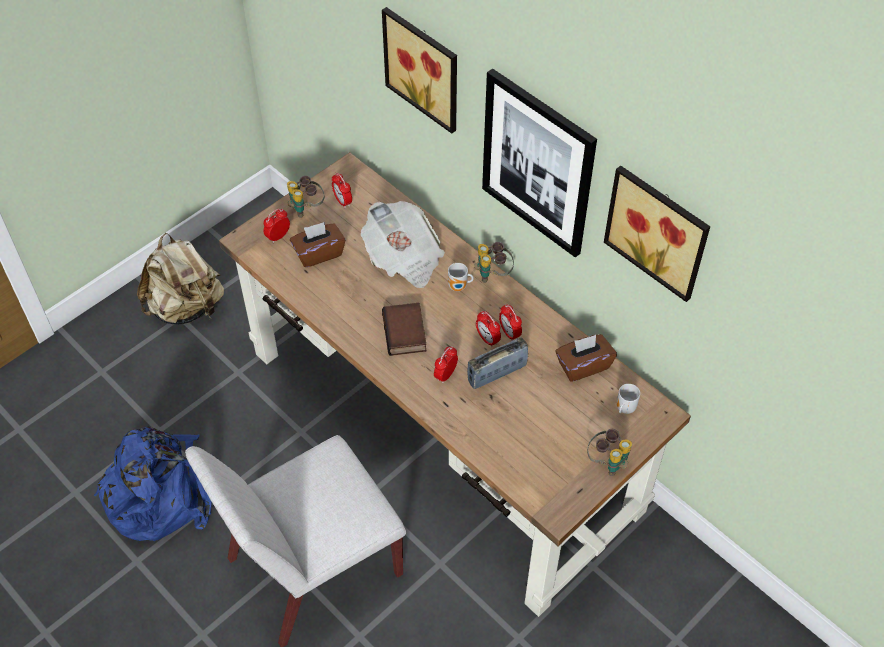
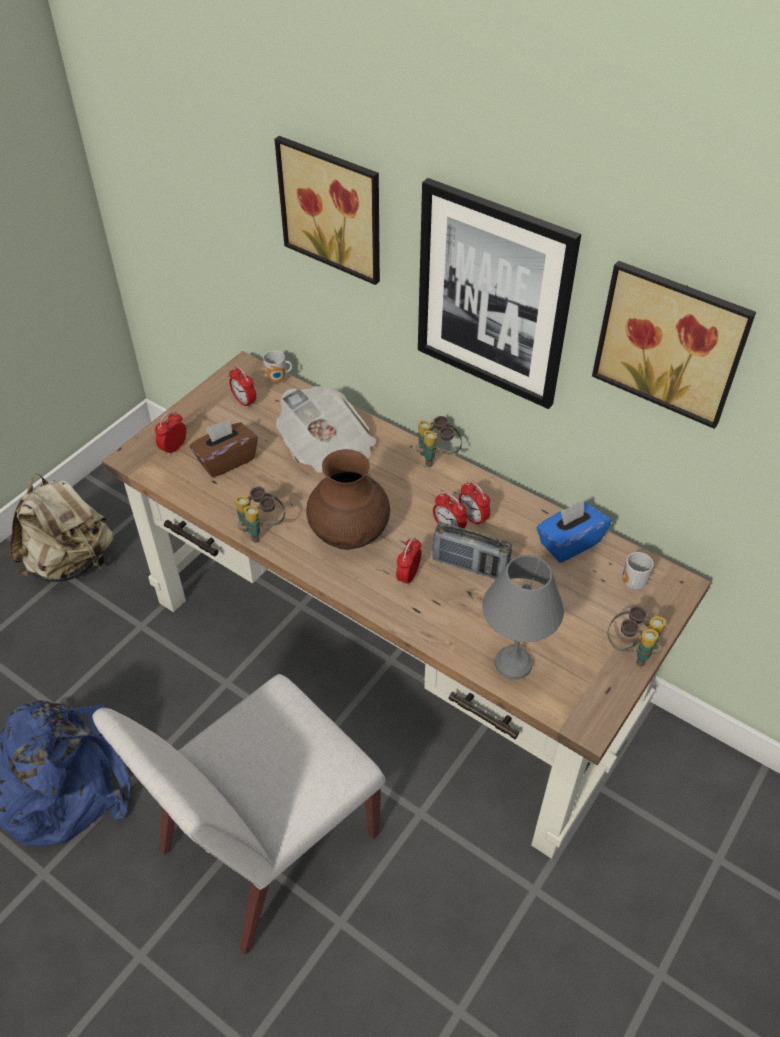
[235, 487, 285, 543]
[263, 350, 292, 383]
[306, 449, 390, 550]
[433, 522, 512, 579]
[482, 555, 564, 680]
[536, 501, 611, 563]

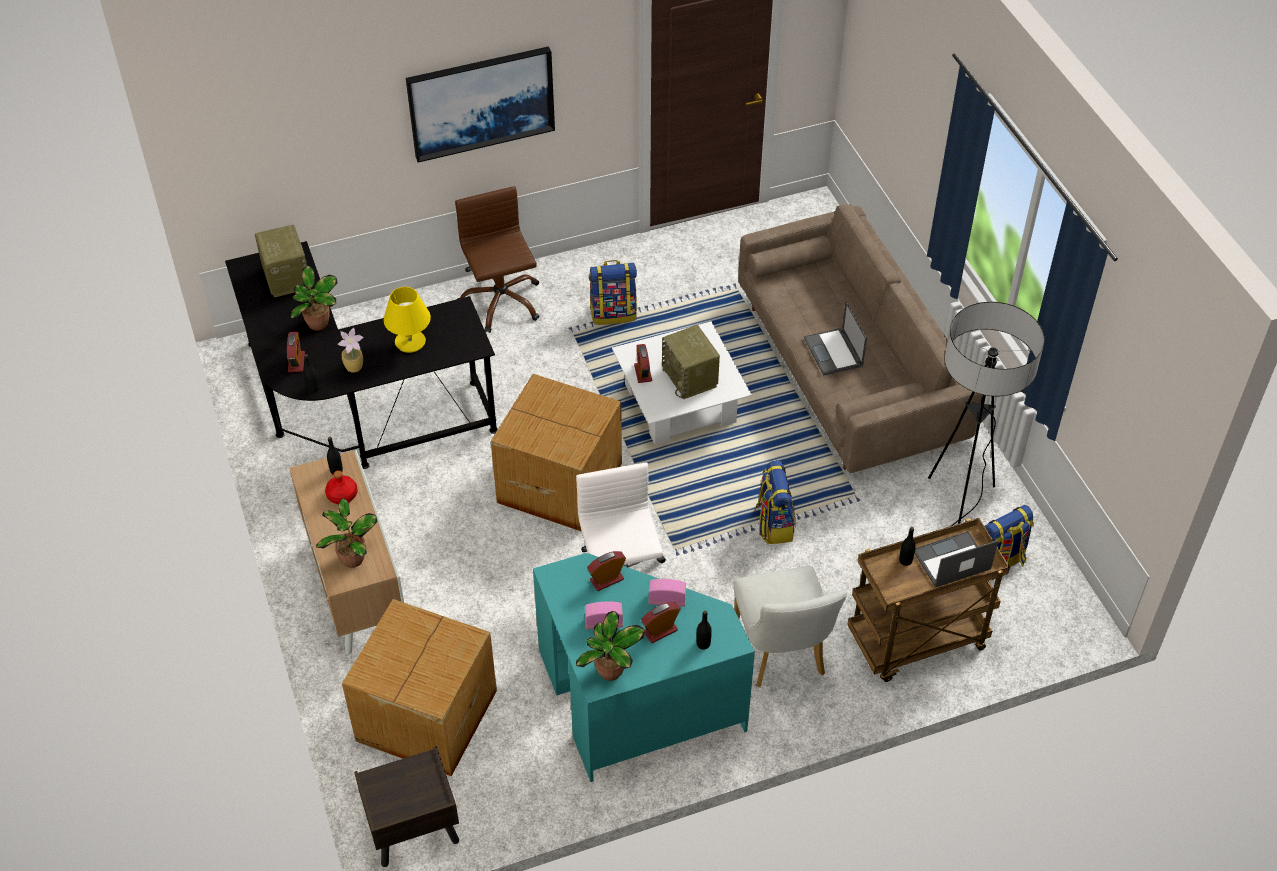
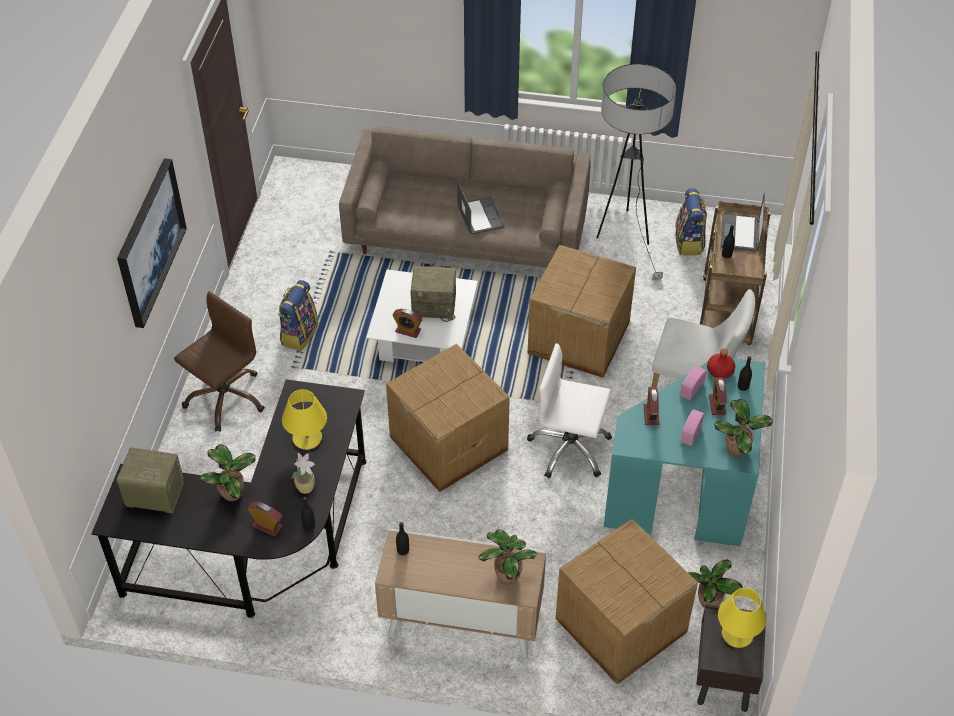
[174, 291, 265, 432]
[457, 180, 505, 235]
[528, 245, 636, 378]
[689, 559, 743, 608]
[707, 349, 735, 379]
[718, 588, 766, 648]

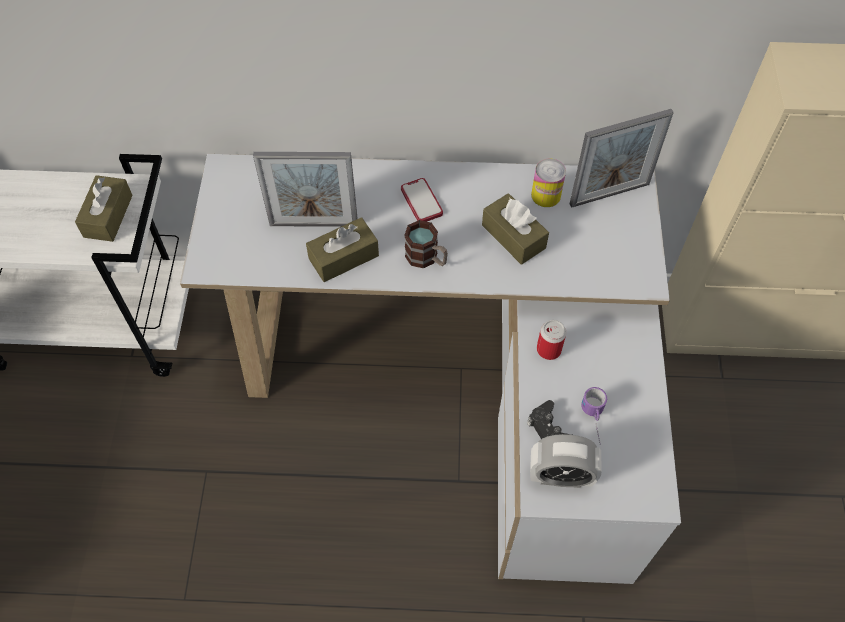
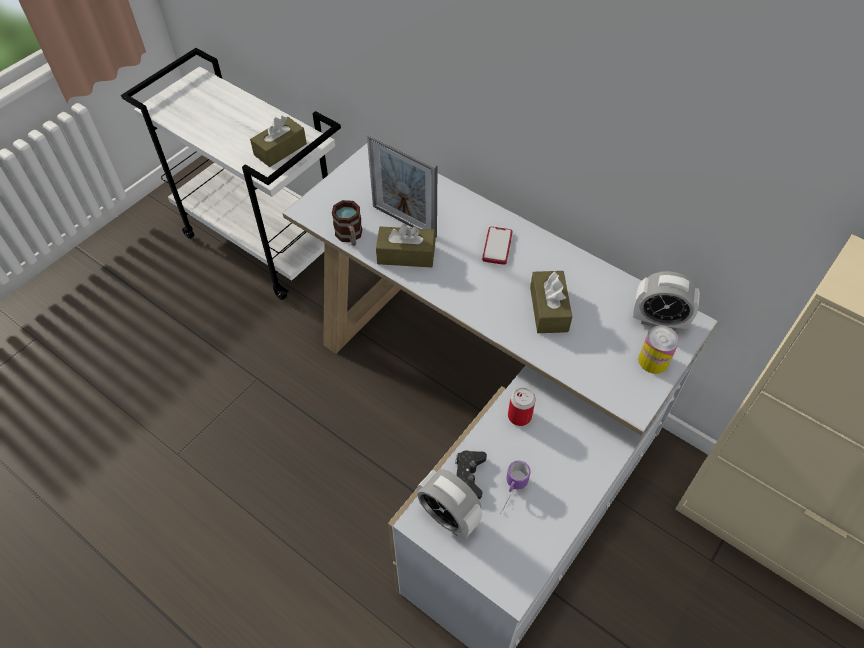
[332, 200, 362, 246]
[633, 271, 700, 331]
[638, 326, 679, 374]

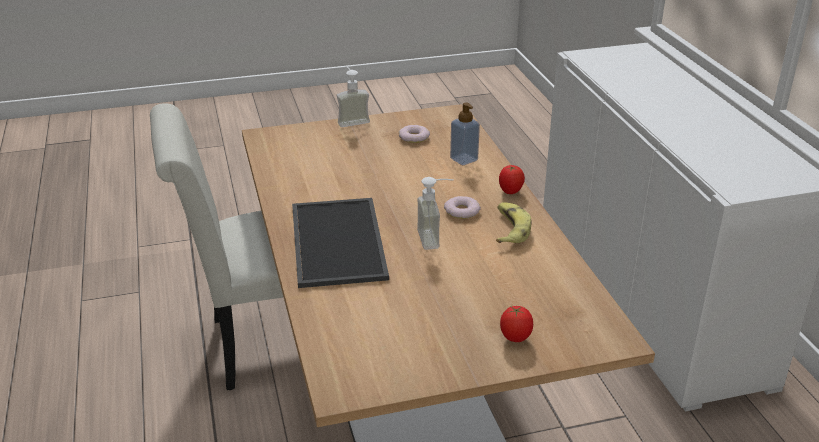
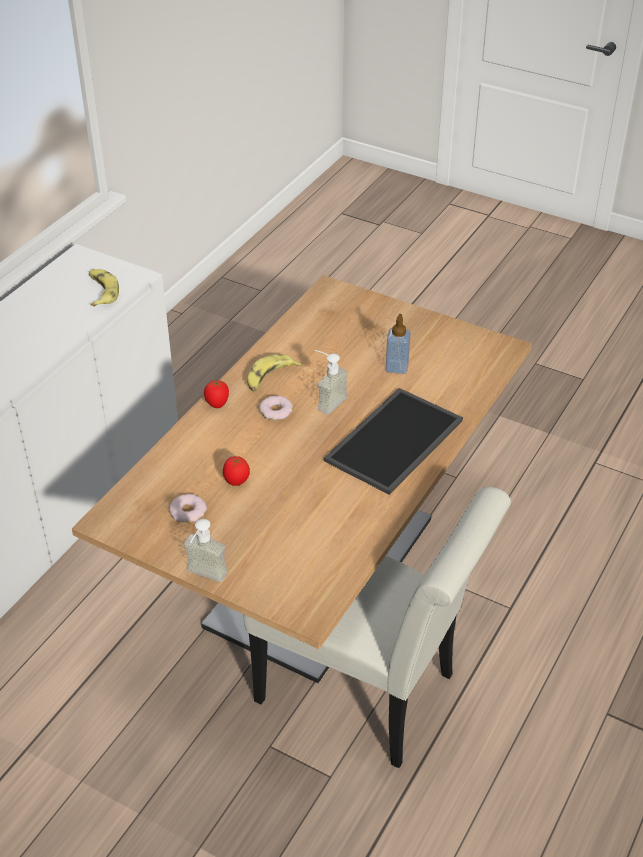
[89, 269, 119, 307]
[223, 456, 250, 486]
[386, 314, 410, 374]

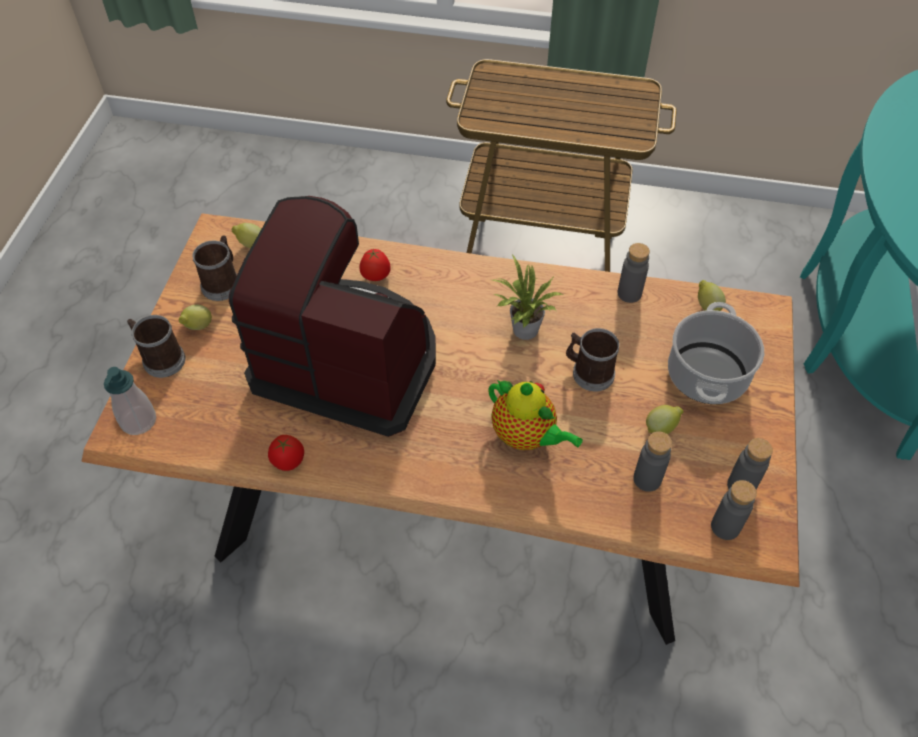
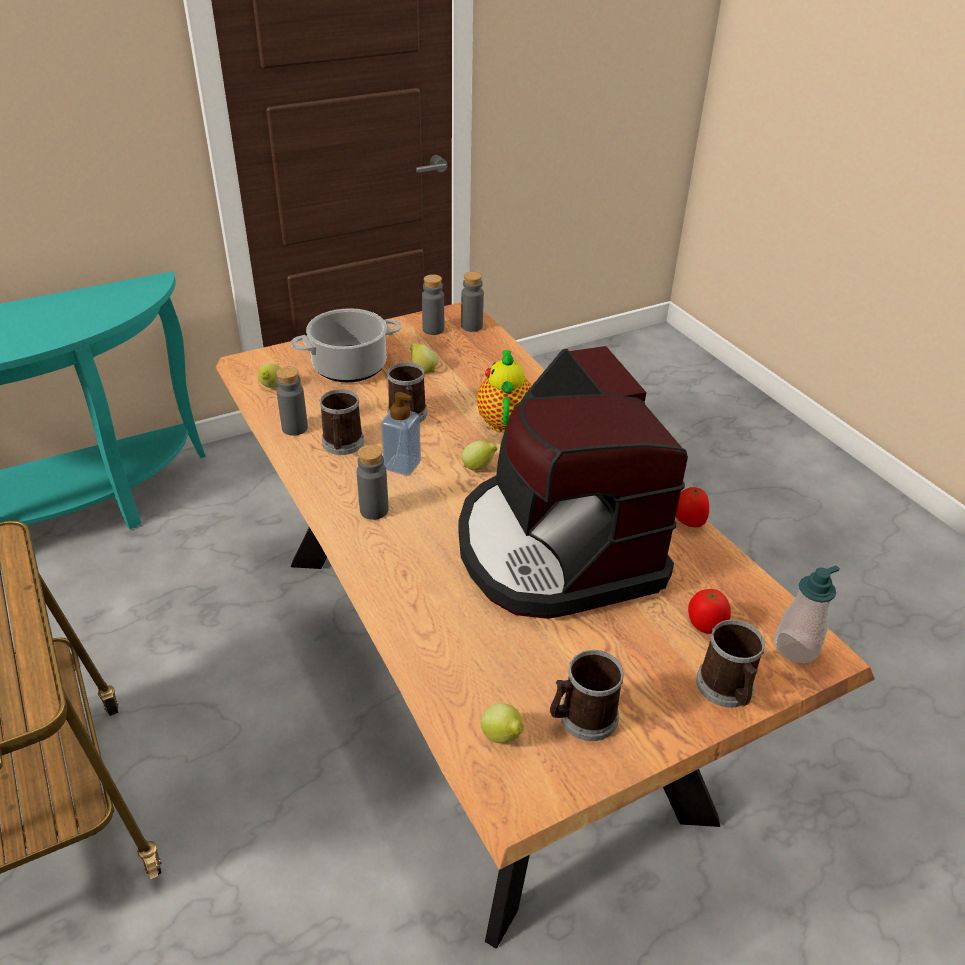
[319, 389, 364, 455]
[357, 445, 388, 520]
[381, 392, 421, 476]
[462, 440, 498, 471]
[688, 589, 731, 634]

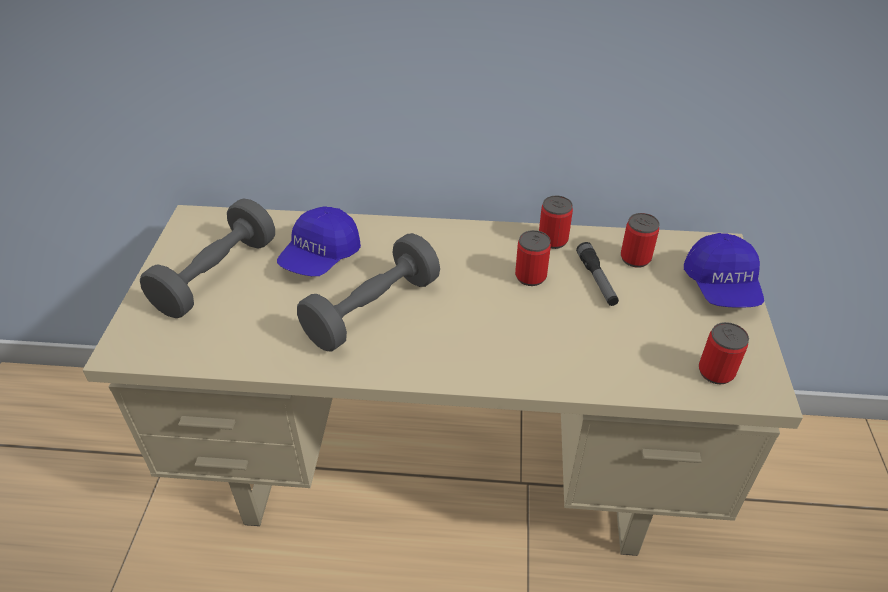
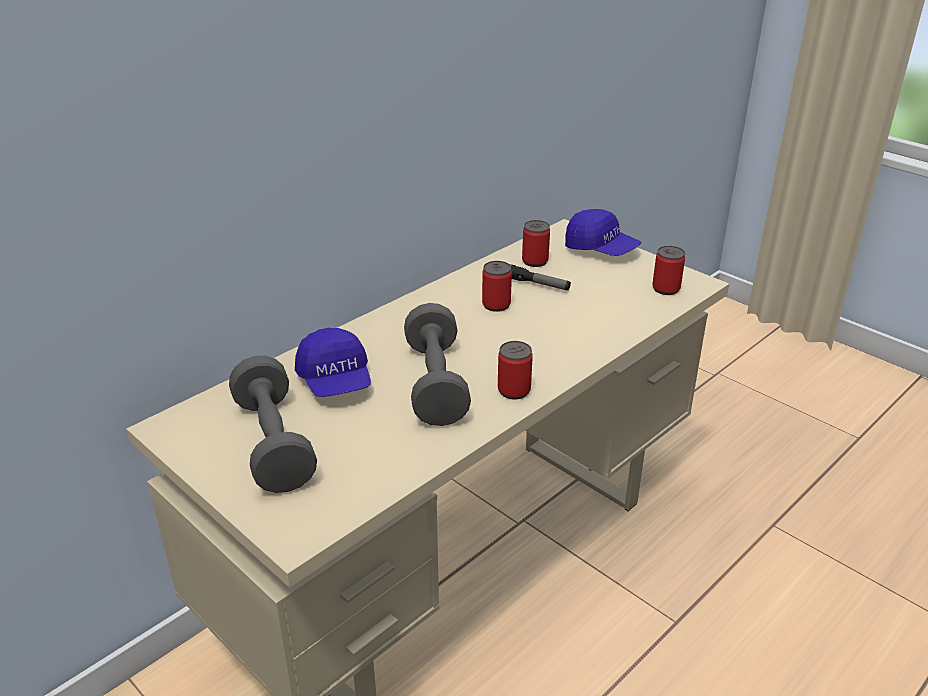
[498, 341, 533, 400]

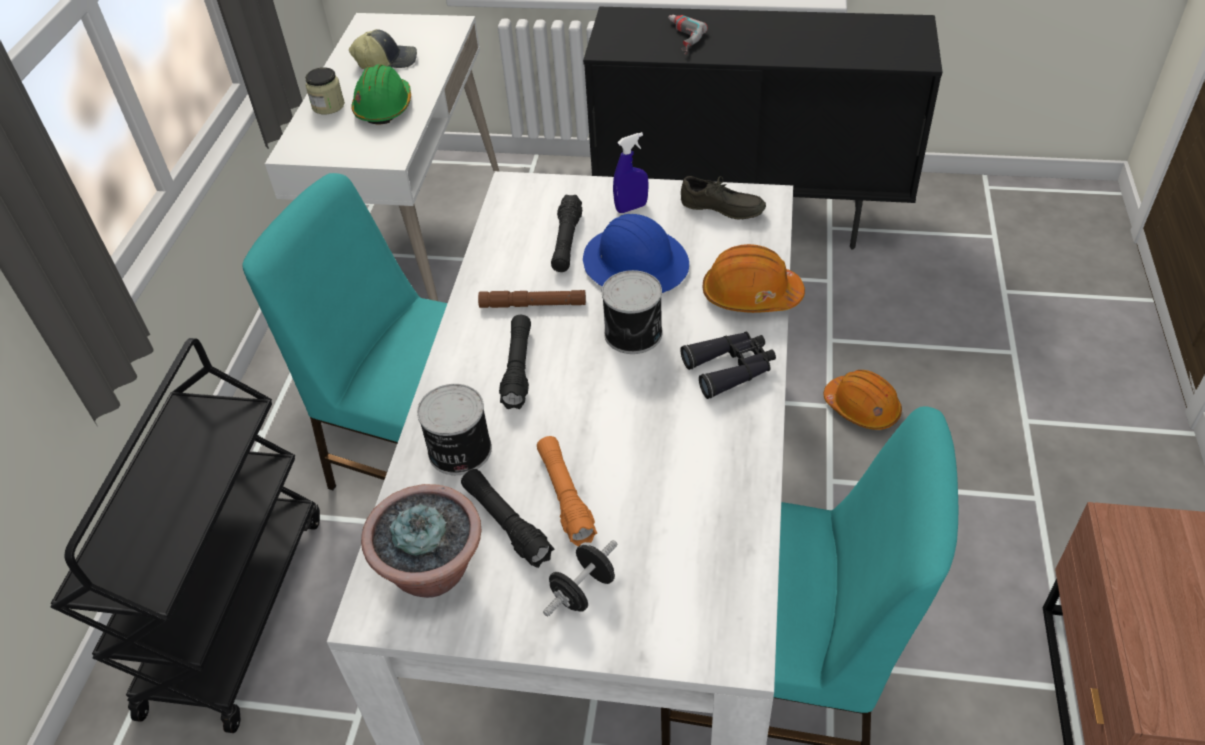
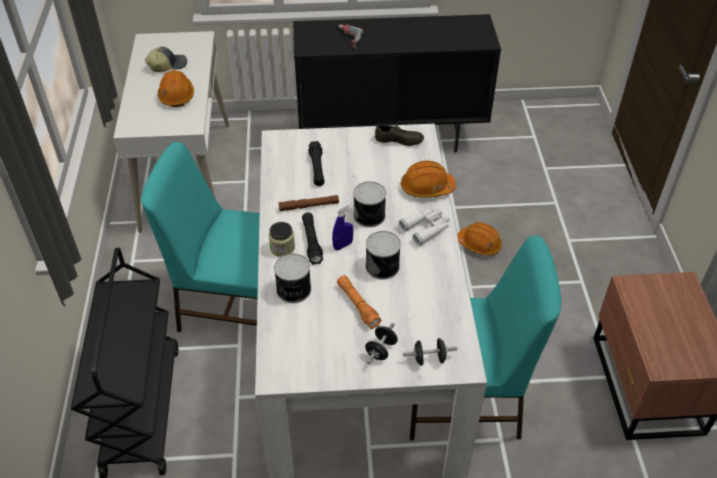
[158, 70, 194, 107]
[269, 222, 295, 257]
[332, 203, 353, 250]
[366, 231, 401, 280]
[399, 208, 450, 246]
[403, 338, 457, 366]
[361, 484, 481, 598] (first image)
[461, 469, 554, 568] (first image)
[583, 214, 689, 293] (first image)

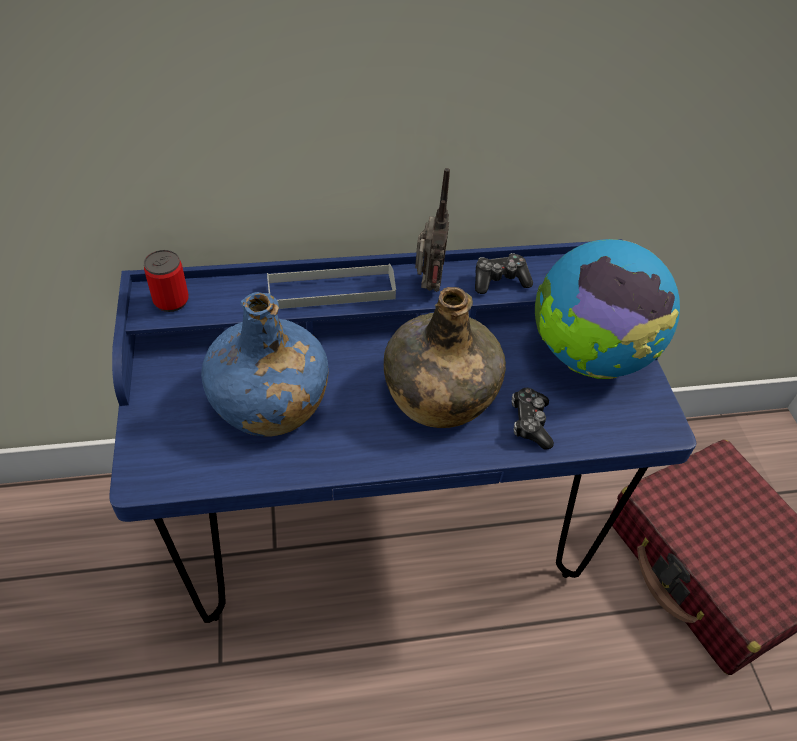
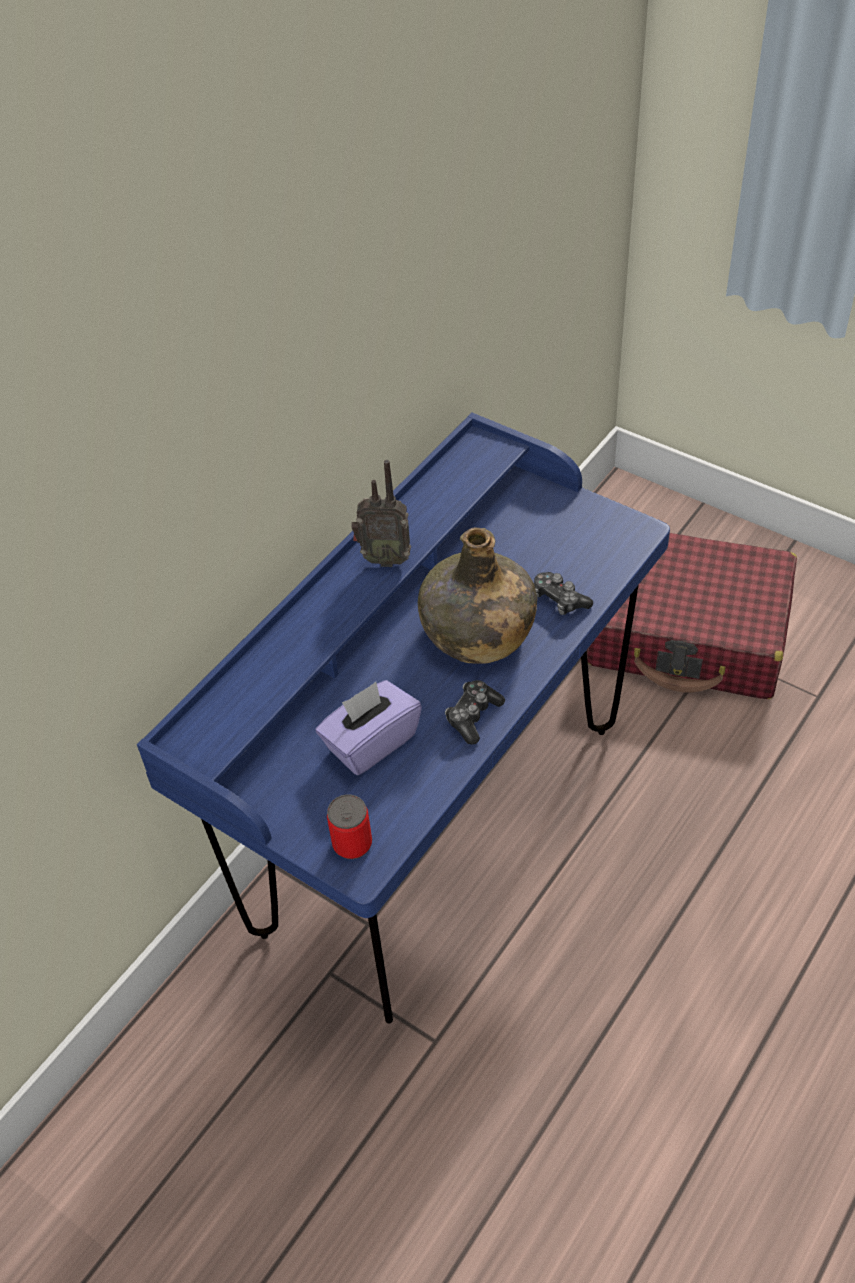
[316, 680, 422, 775]
[327, 794, 372, 859]
[351, 460, 411, 567]
[445, 680, 505, 744]
[267, 264, 396, 309] (first image)
[535, 239, 680, 379] (first image)

